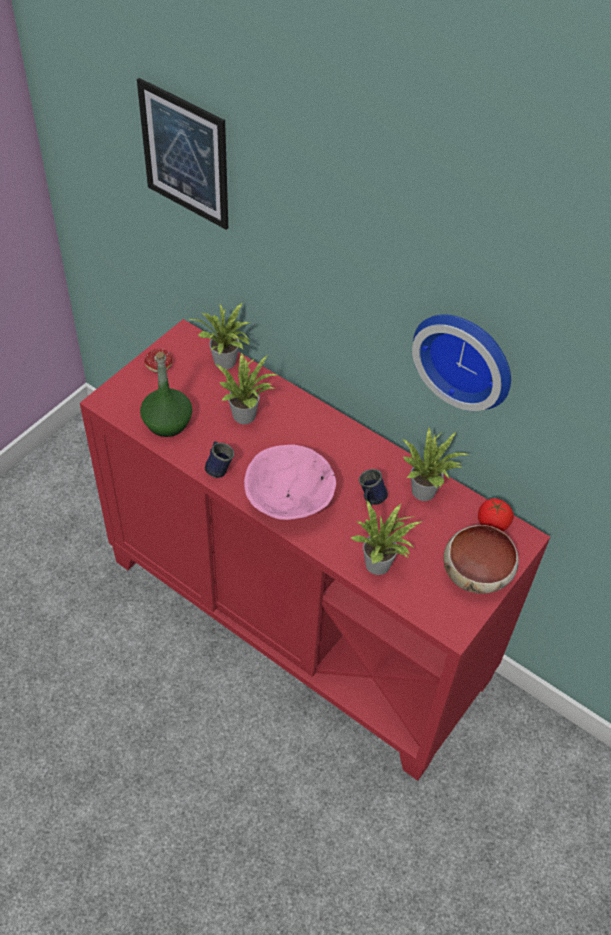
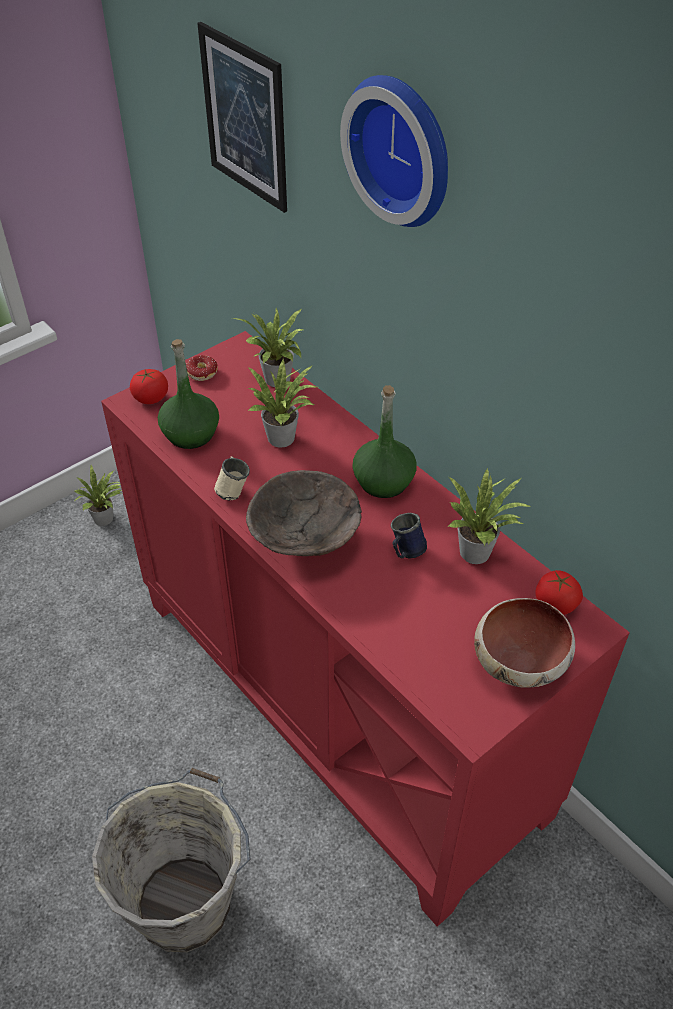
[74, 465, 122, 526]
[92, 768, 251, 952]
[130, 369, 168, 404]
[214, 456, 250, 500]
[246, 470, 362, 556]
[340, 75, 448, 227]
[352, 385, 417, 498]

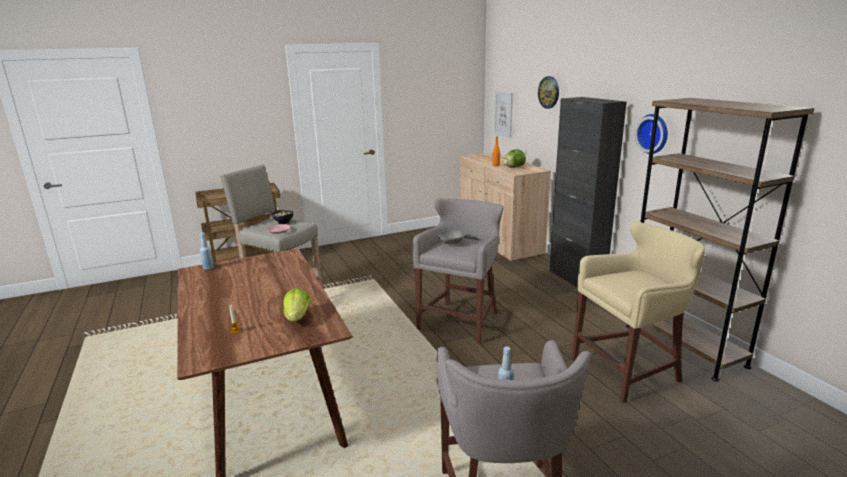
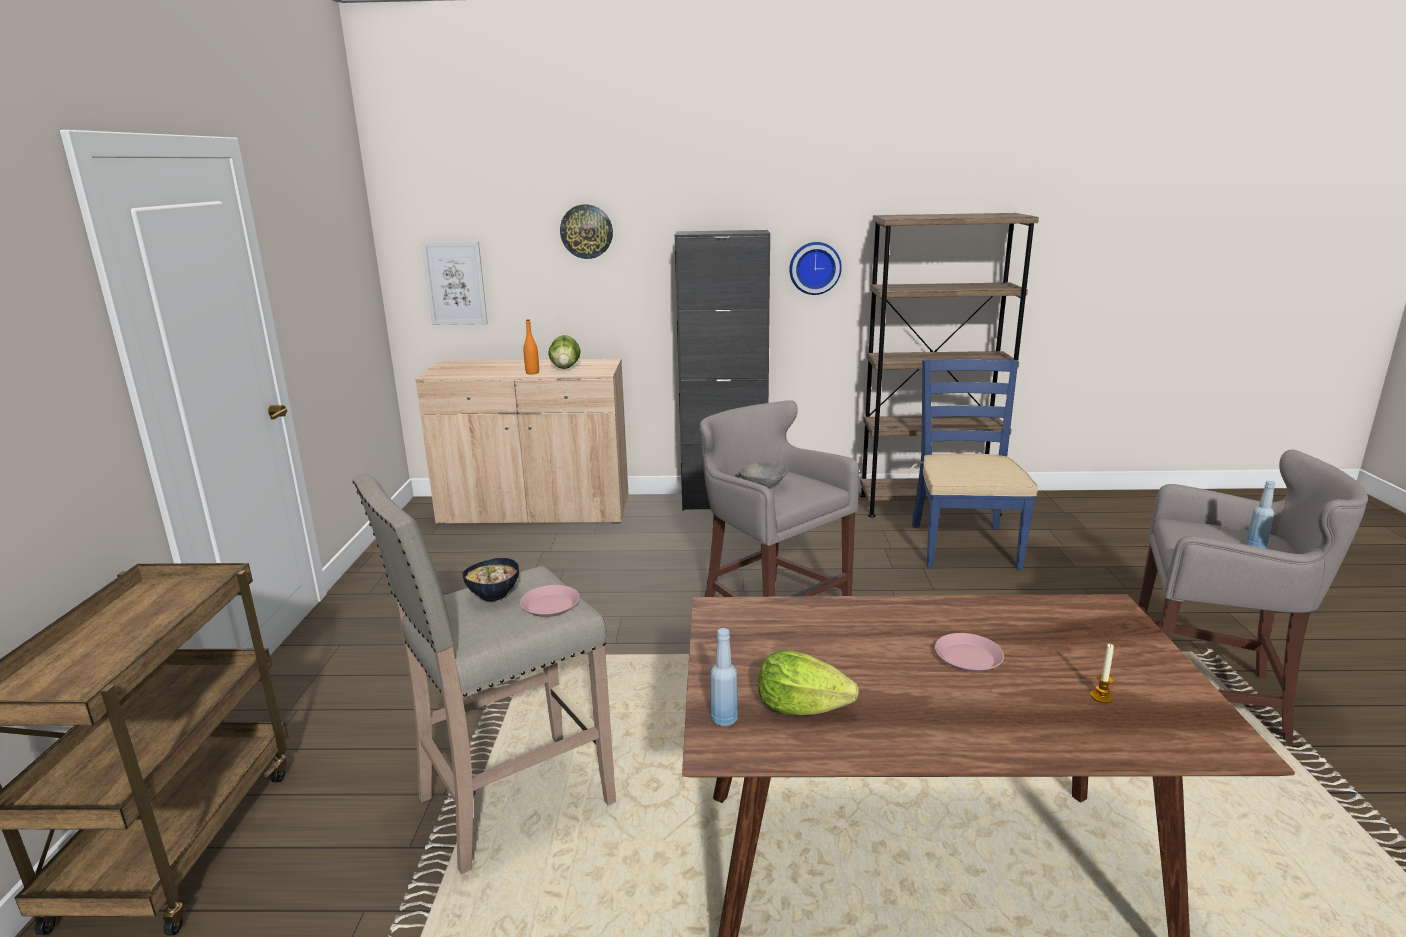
[758, 650, 859, 715]
[908, 359, 1038, 570]
[935, 633, 1004, 672]

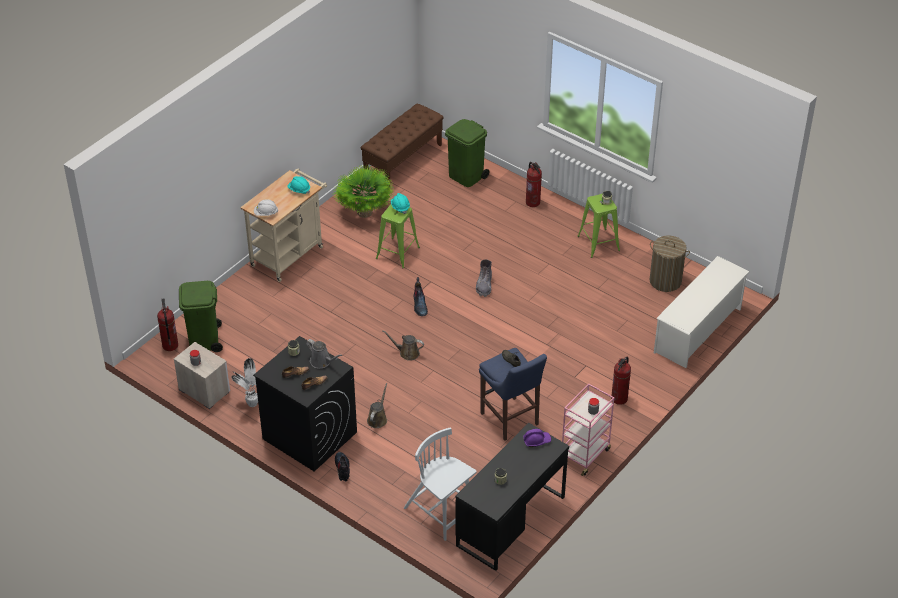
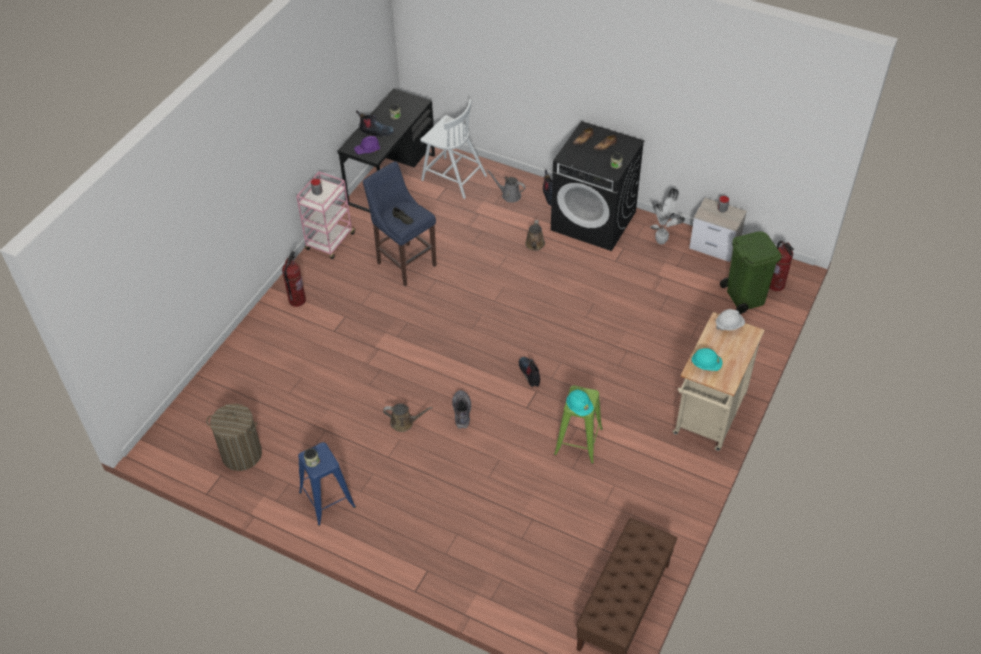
[298, 442, 356, 526]
[356, 111, 394, 137]
[383, 403, 433, 432]
[487, 170, 526, 203]
[332, 165, 394, 218] (first image)
[445, 119, 489, 187] (first image)
[526, 162, 542, 207] (first image)
[654, 256, 750, 368] (first image)

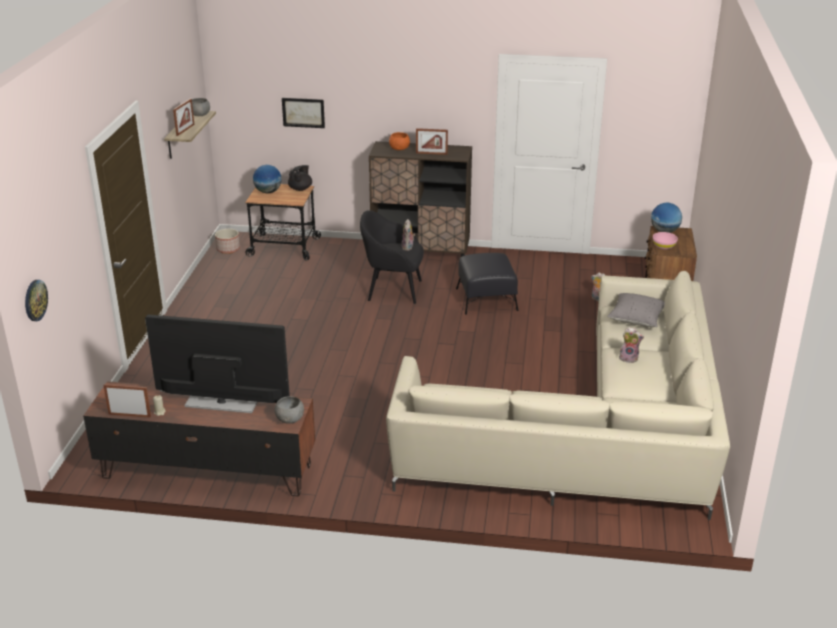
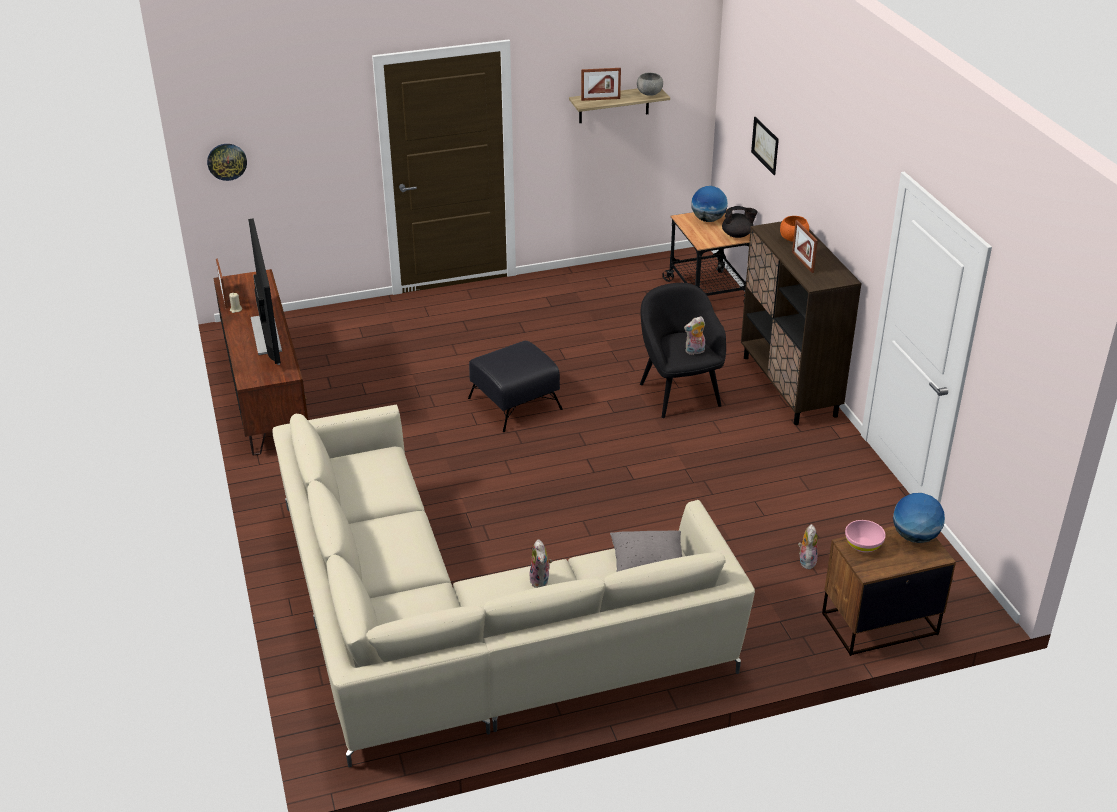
[468, 341, 563, 432]
[215, 229, 240, 254] (first image)
[275, 396, 304, 424] (first image)

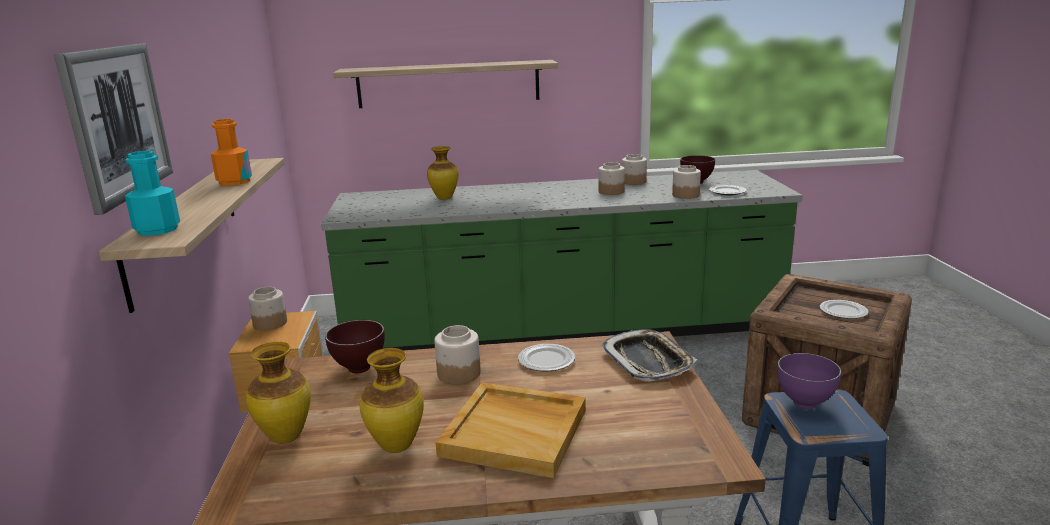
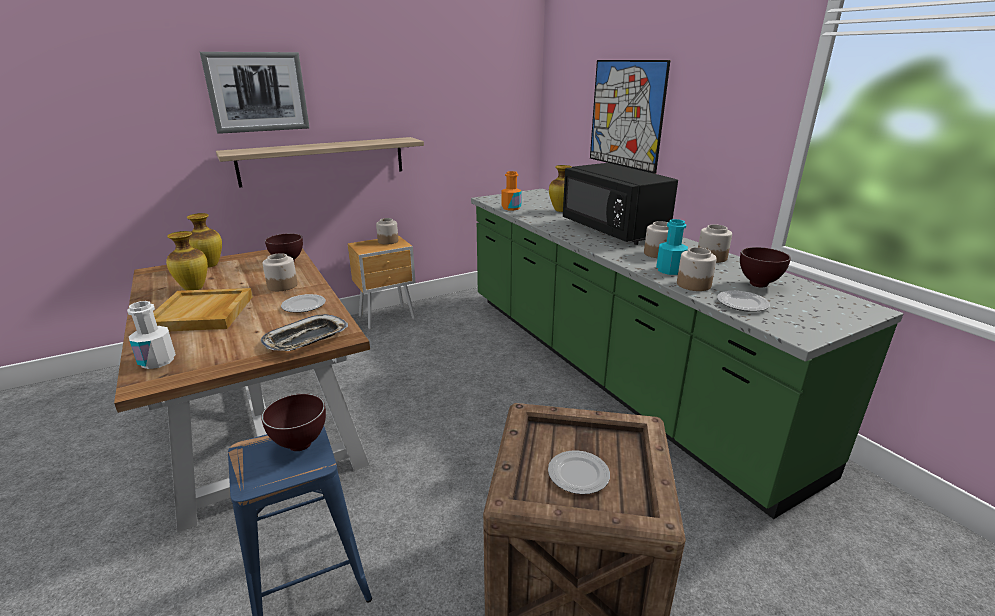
[127, 301, 176, 369]
[261, 393, 326, 451]
[502, 171, 522, 210]
[563, 163, 678, 245]
[590, 60, 670, 174]
[656, 219, 688, 275]

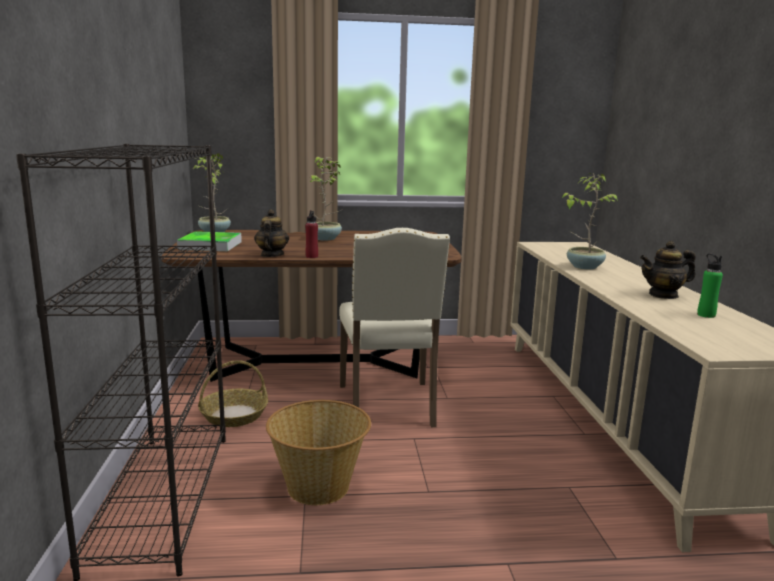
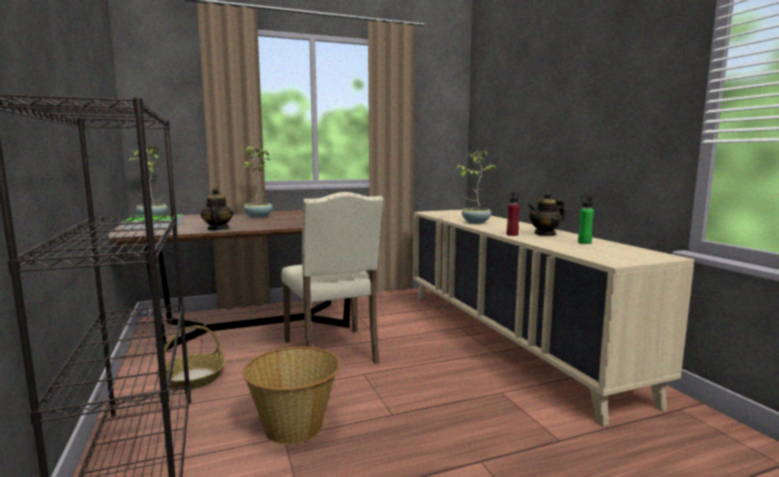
[507, 192, 520, 236]

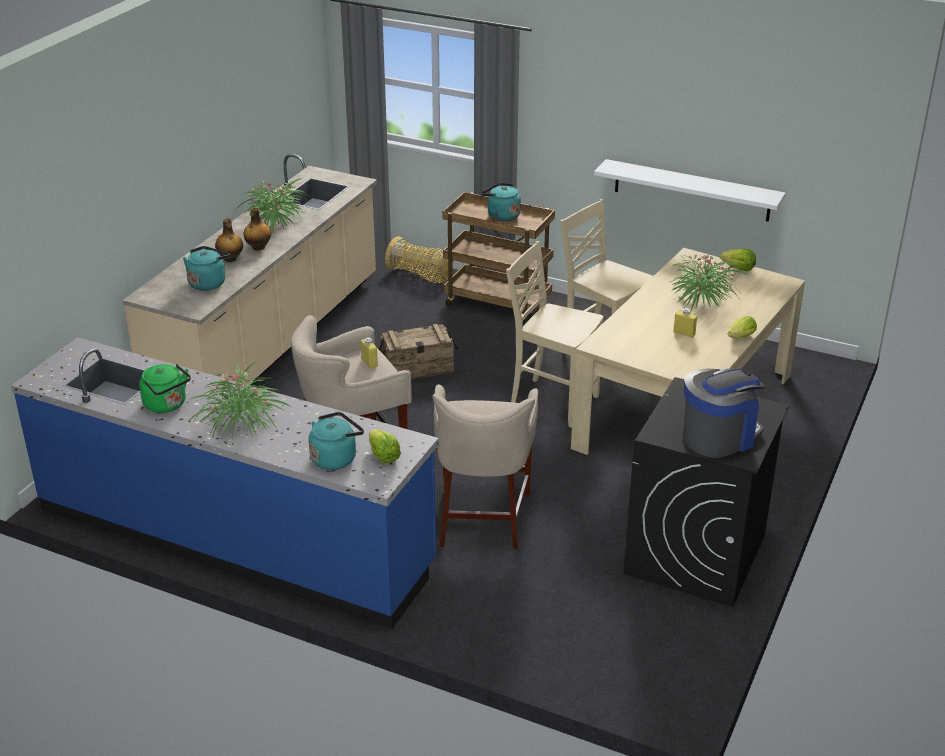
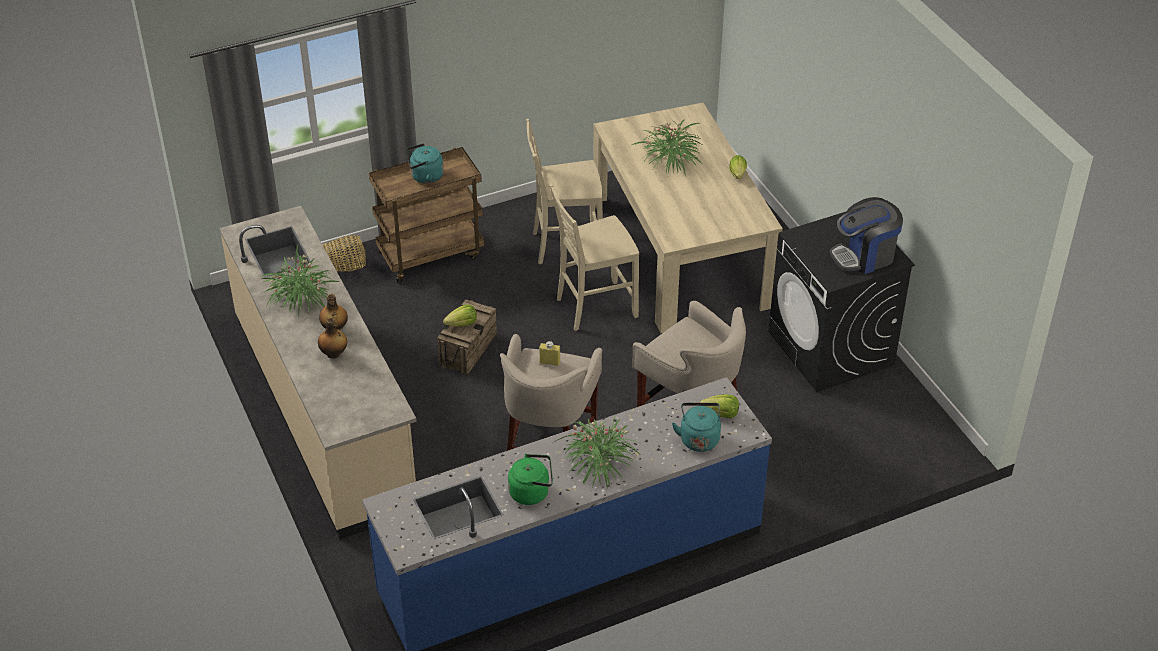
[443, 304, 477, 327]
[830, 197, 903, 274]
[183, 246, 230, 291] (first image)
[594, 159, 786, 222] (first image)
[673, 308, 697, 338] (first image)

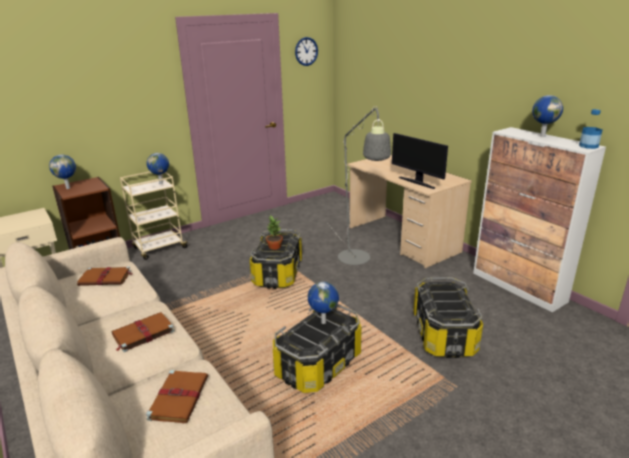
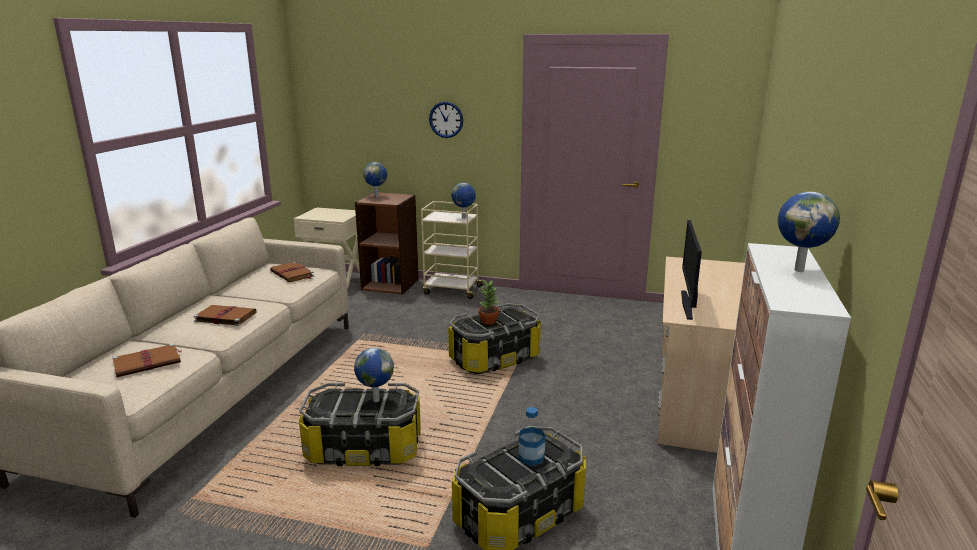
[429, 102, 463, 138]
[518, 407, 546, 466]
[328, 106, 391, 265] (first image)

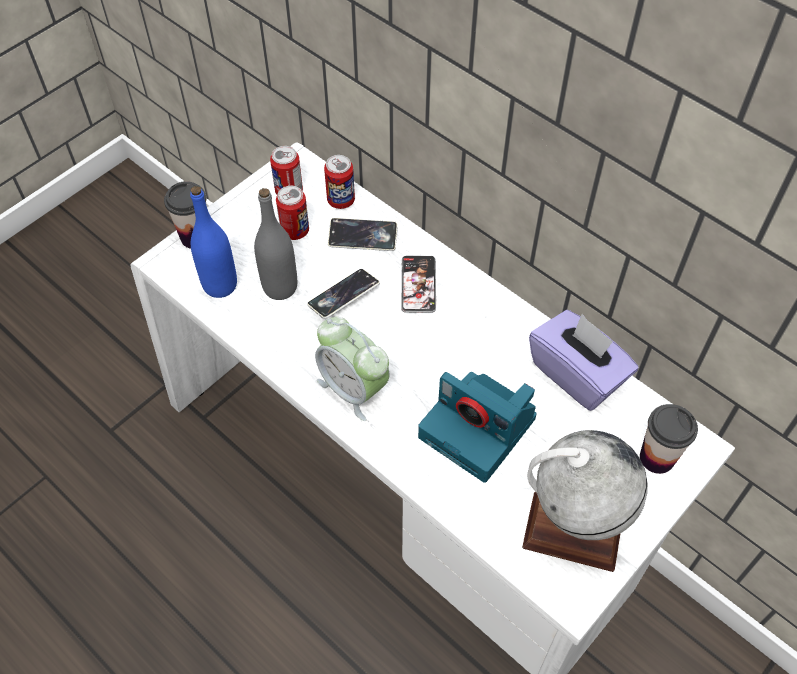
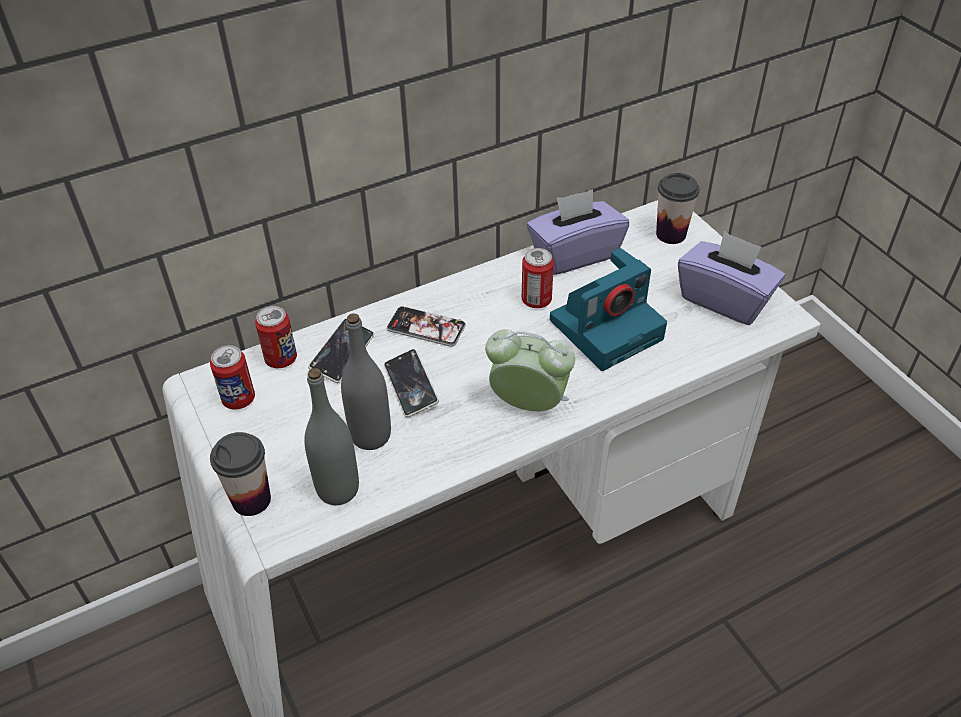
[304, 368, 359, 505]
[485, 329, 575, 412]
[522, 248, 554, 308]
[678, 231, 785, 325]

